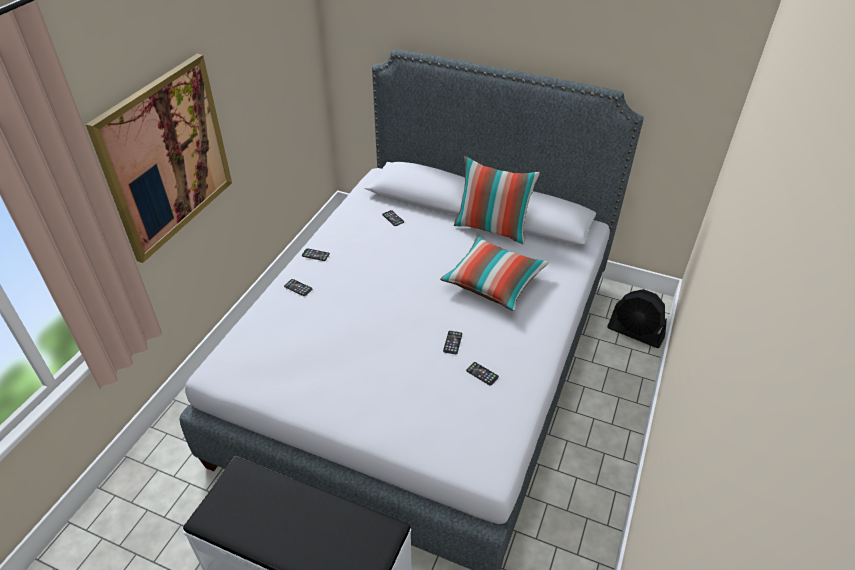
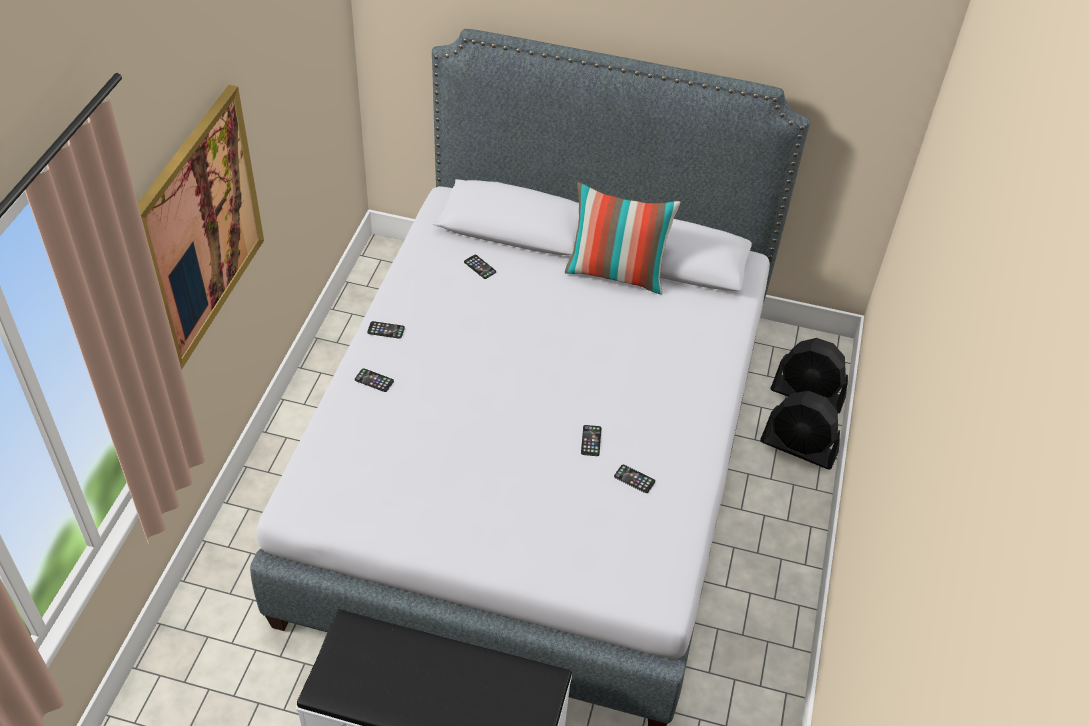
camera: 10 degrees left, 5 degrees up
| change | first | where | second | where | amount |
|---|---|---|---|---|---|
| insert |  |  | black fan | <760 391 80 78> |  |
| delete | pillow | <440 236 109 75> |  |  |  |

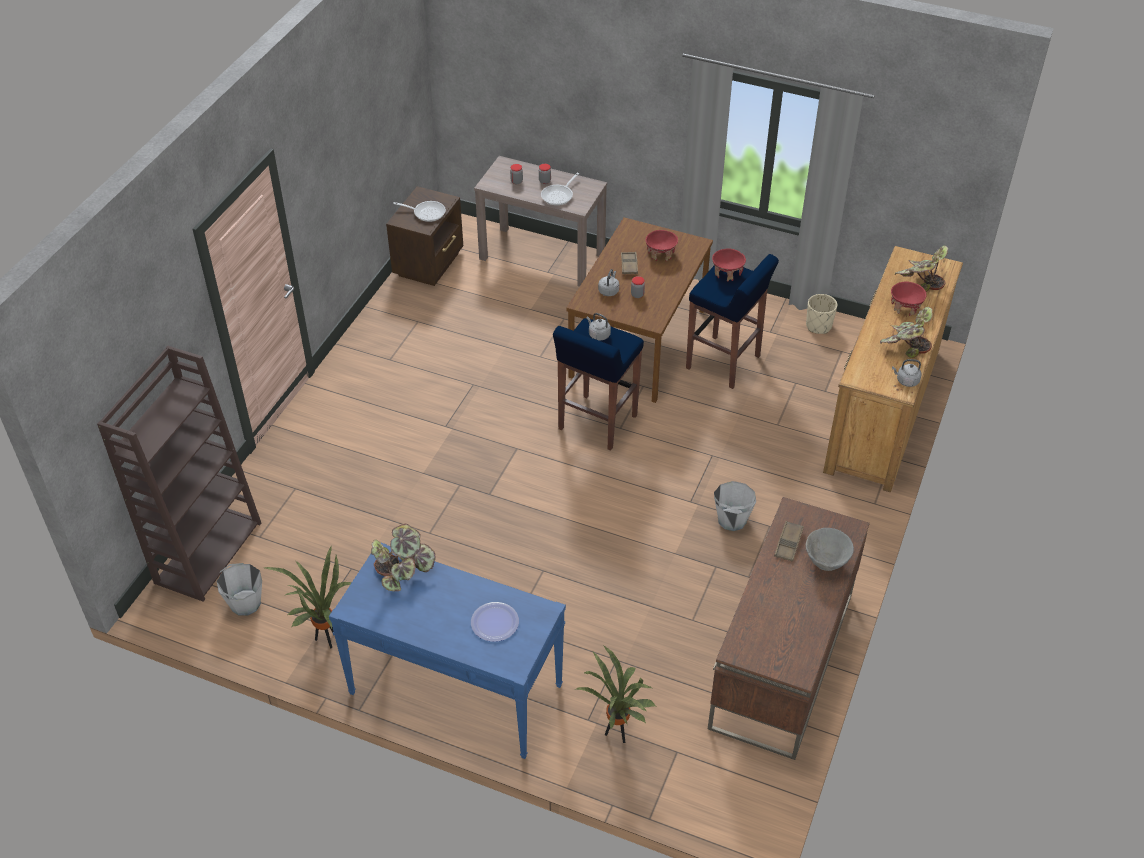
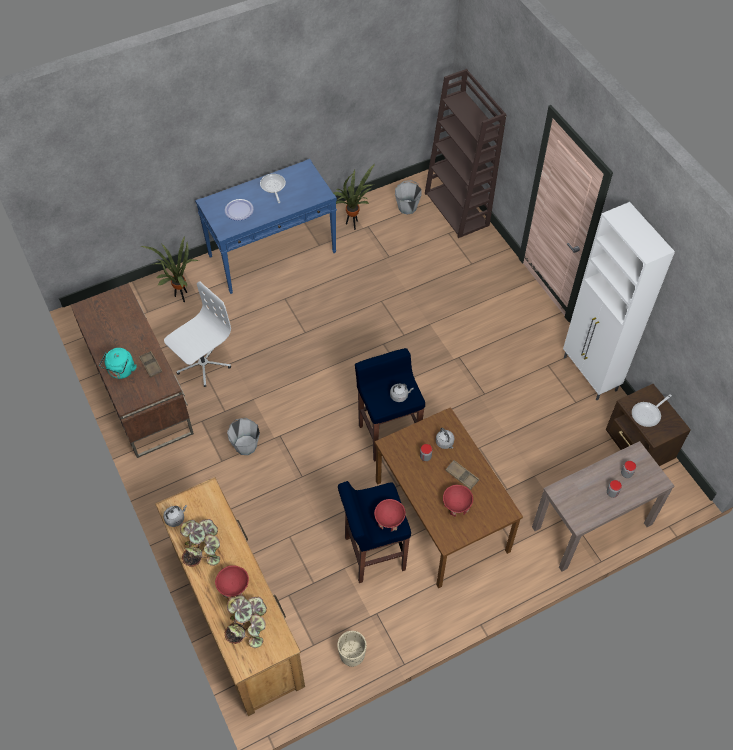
camera: 130 degrees right, 10 degrees up
| change | first | where | second | where | amount |
|---|---|---|---|---|---|
| replace | grey bowl | <806 528 48 43> | turquoise kettle | <99 348 37 31> |  |
| insert |  |  | white office chair | <164 281 67 106> |  |
| move | frying pan | <541 173 38 33> |  | <260 174 26 29> |  |
| insert |  |  | white cabinet | <563 202 112 198> |  |
| delete | potted plant | <371 524 65 67> |  |  |  |

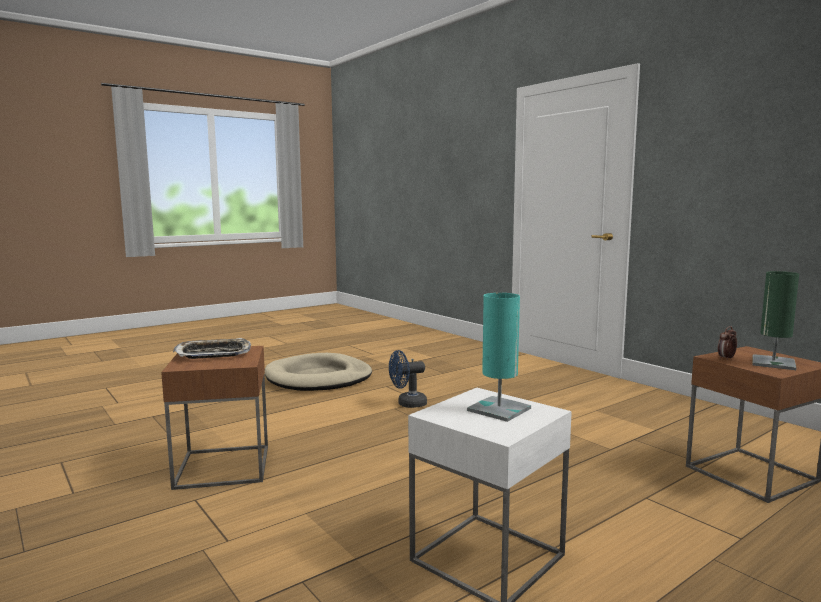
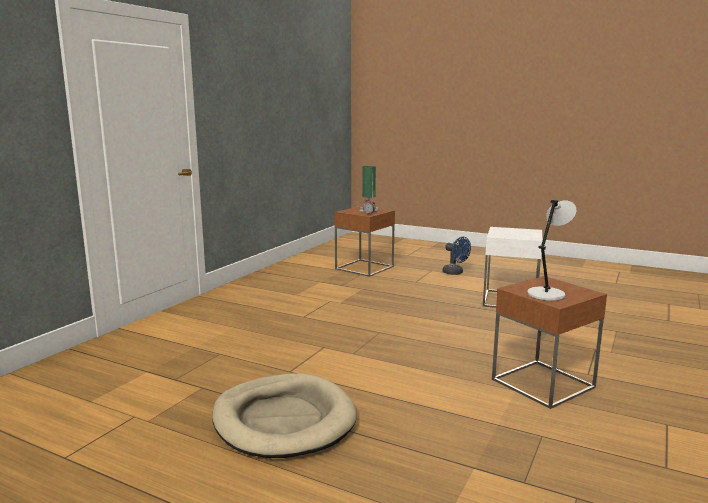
camera: 115 degrees left, 5 degrees up
| change | first | where | second | where | amount |
|---|---|---|---|---|---|
| move | blue fan | <389 350 38 58> |  | <443 237 28 38> |  |
| replace | tray | <173 338 78 21> | grey table lamp | <527 200 49 101> |  |
| delete | turquoise table lamp | <467 293 64 129> |  |  |  |

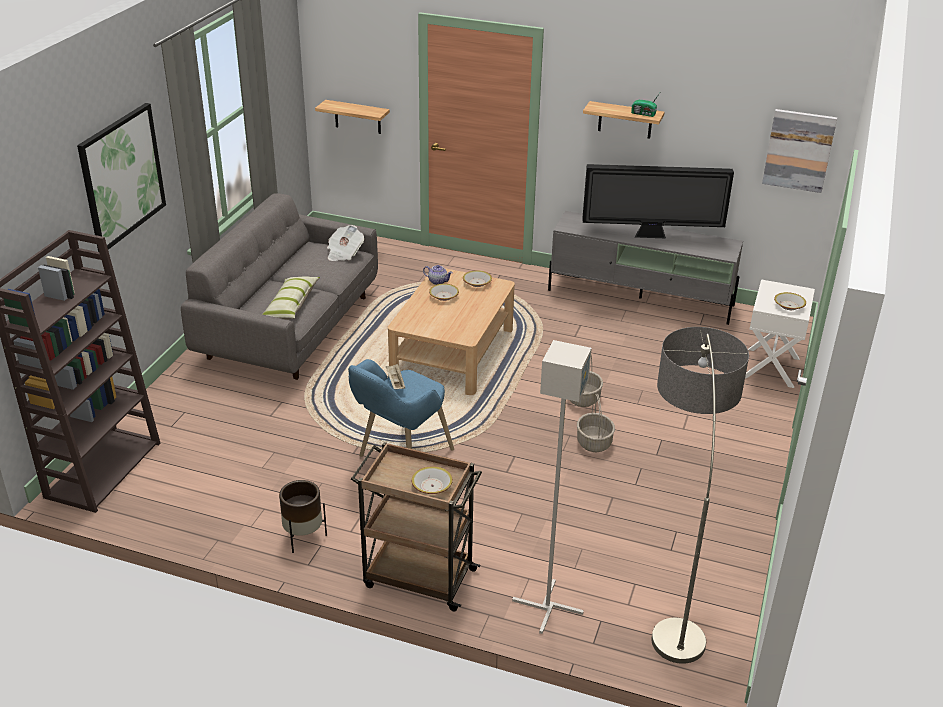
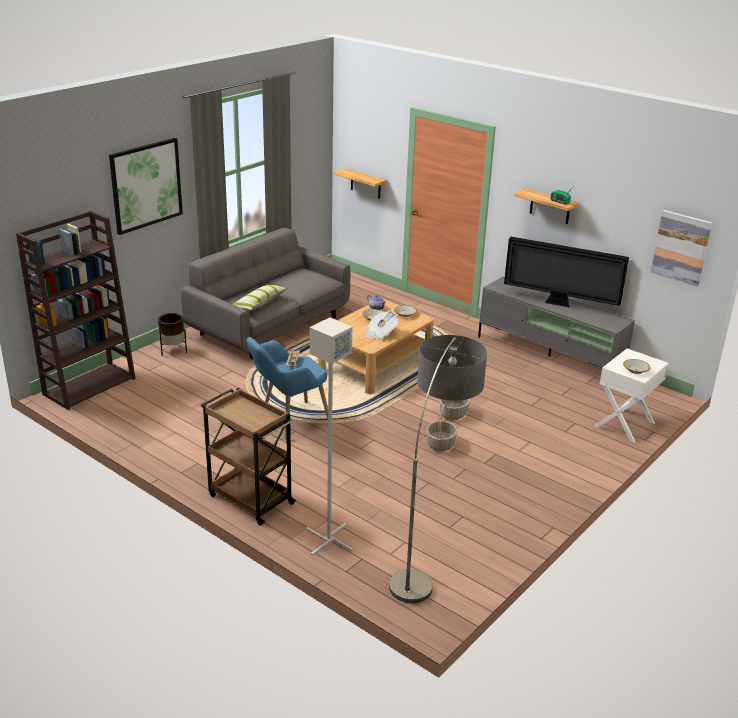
camera: 20 degrees right, 5 degrees down
| change | first | where | second | where | amount |
|---|---|---|---|---|---|
| move | brown planter | <279 480 48 73> |  | <158 313 29 43> |  |
| move | newspaper | <327 225 37 36> |  | <365 311 34 29> |  |
| delete | bowl | <411 466 42 28> |  |  |  |

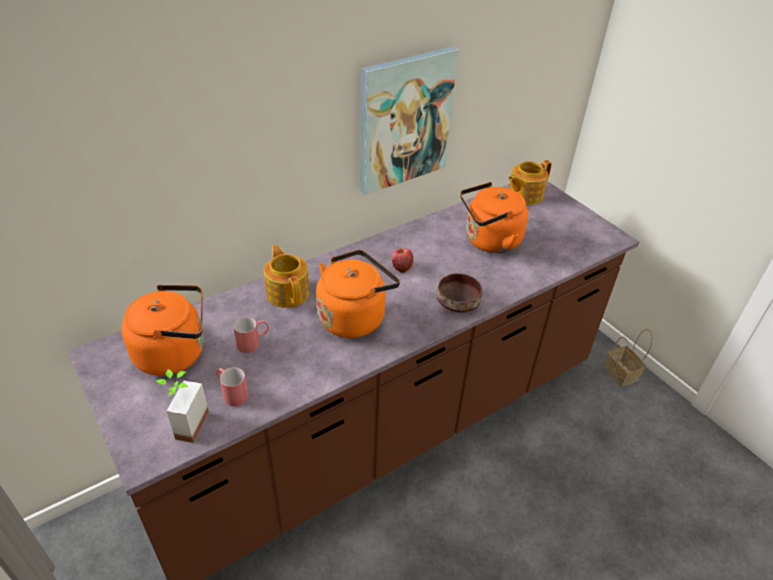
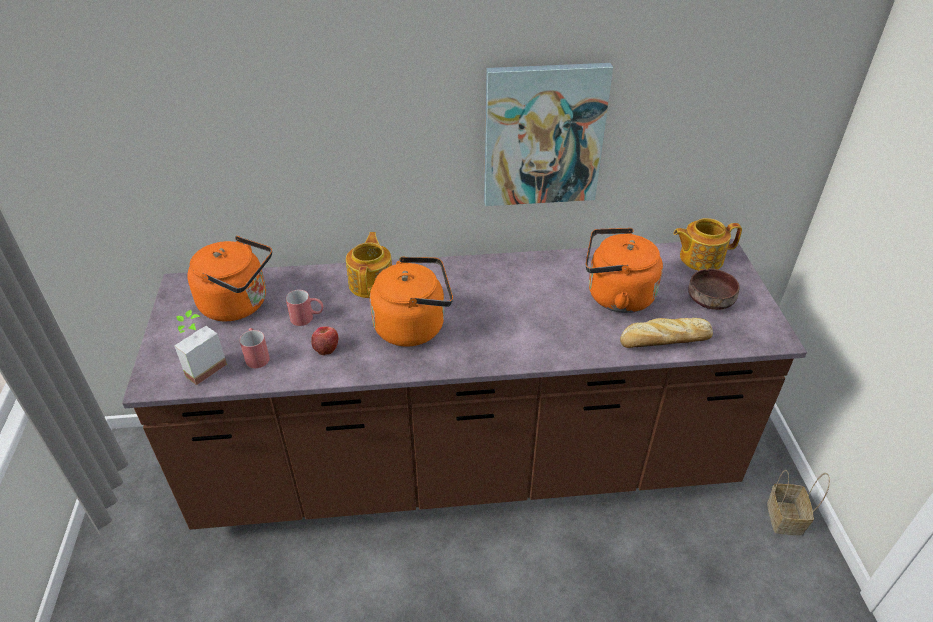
camera: 30 degrees right, 0 degrees up
| change | first | where | second | where | amount |
|---|---|---|---|---|---|
| move | apple | <392 248 21 25> |  | <311 326 27 29> |  |
| insert |  |  | bread | <620 318 93 30> |  |
| move | brown bowl | <437 273 45 40> |  | <688 269 52 41> |  |

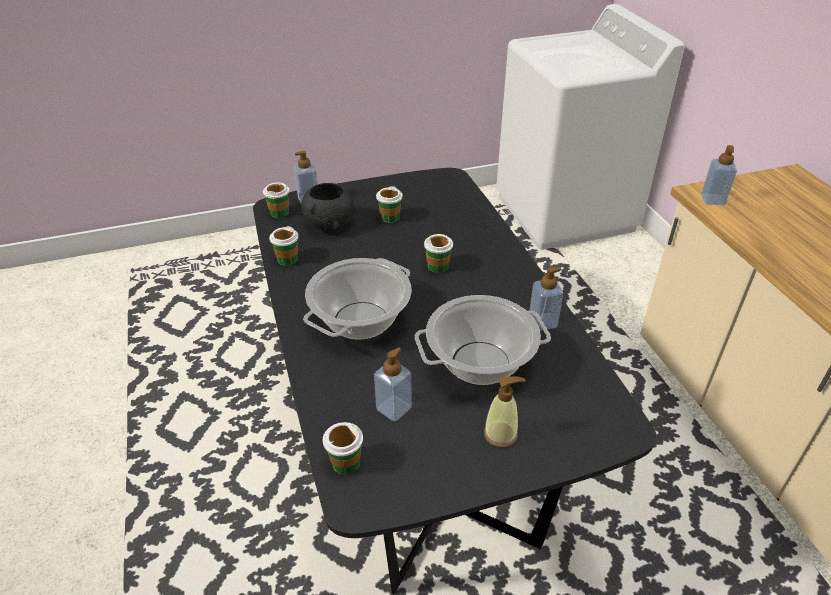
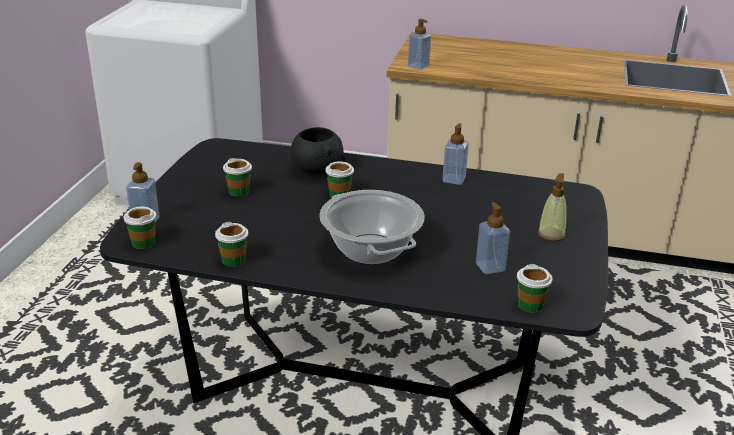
camera: 60 degrees left, 10 degrees down
| change | first | where | second | where | amount |
|---|---|---|---|---|---|
| move | black bowl | <301 183 54 47> |  | <290 127 55 47> |  |
| delete | cooking pot | <415 295 136 90> |  |  |  |

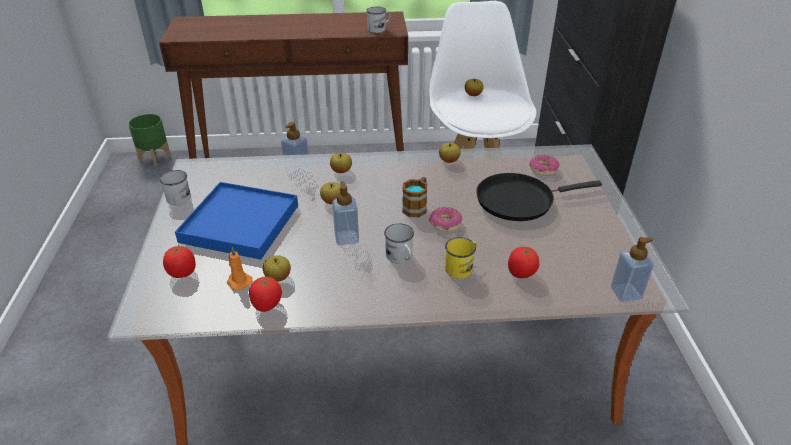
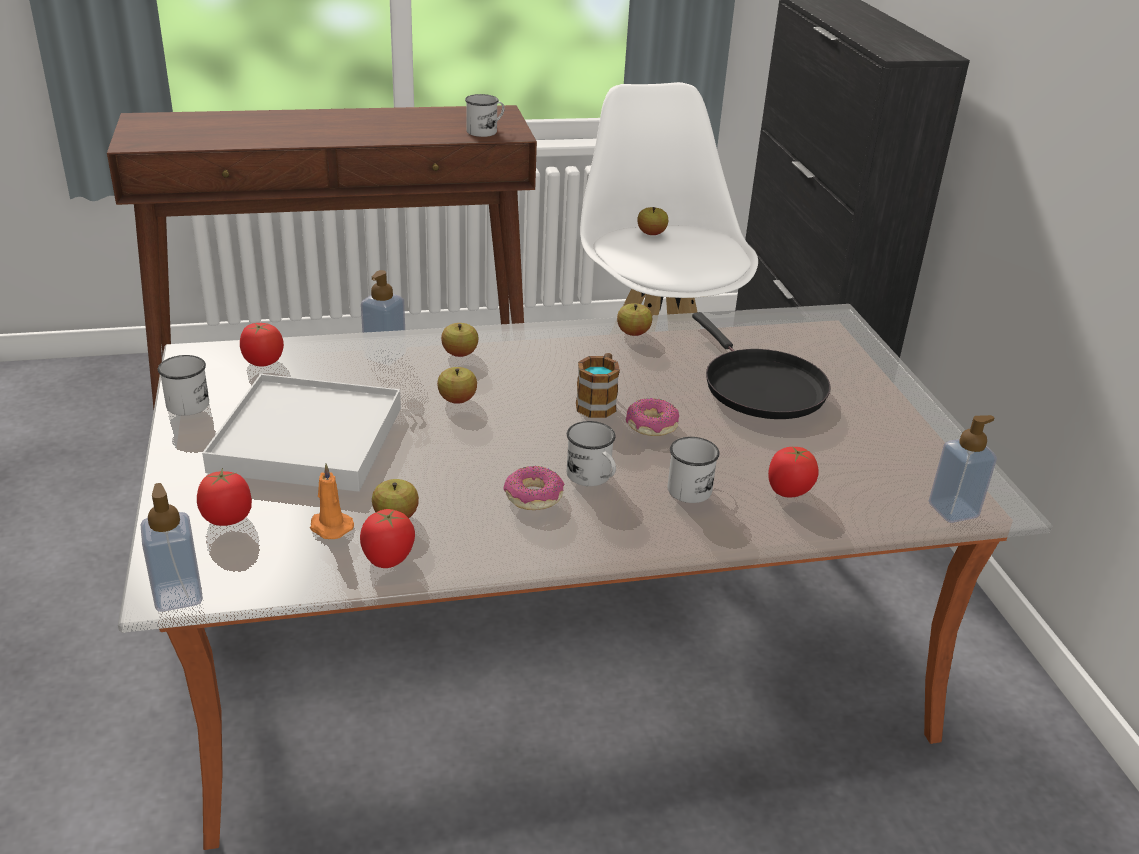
camera: 10 degrees left, 5 degrees down
| change | first | where | second | where | amount |
|---|---|---|---|---|---|
| move | soap dispenser | <332 182 27 64> |  | <141 483 62 129> |  |
| recolor | blue tray | <175 182 123 78> | white tray | <202 374 199 118> |  |
| insert |  |  | tomato | <240 323 44 44> |  |
| move | donut | <529 155 30 21> |  | <504 466 61 44> |  |
| recolor | yellow mug | <445 237 32 42> | white mug | <668 437 52 66> |  |
| rotate | black frying pan | <476 173 126 48> |  | <692 312 139 107> | 90 degrees counterclockwise |
| delete | green planter | <128 114 43 52> |  |  |  |

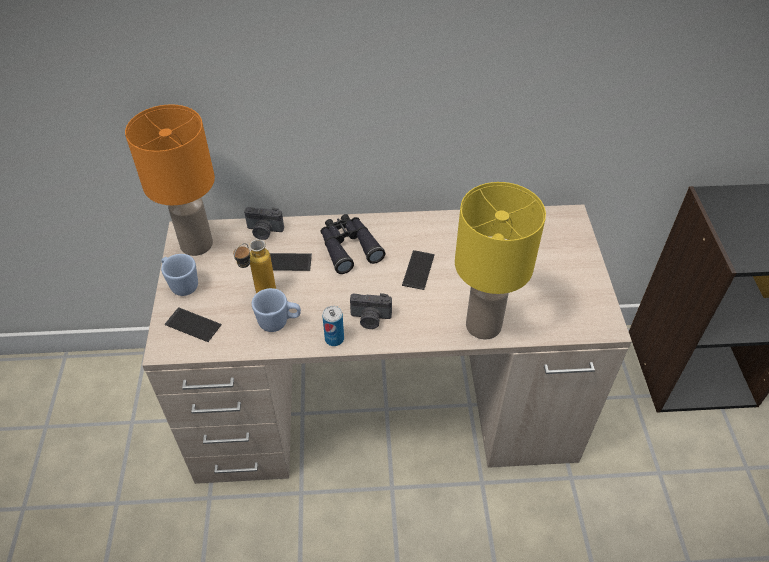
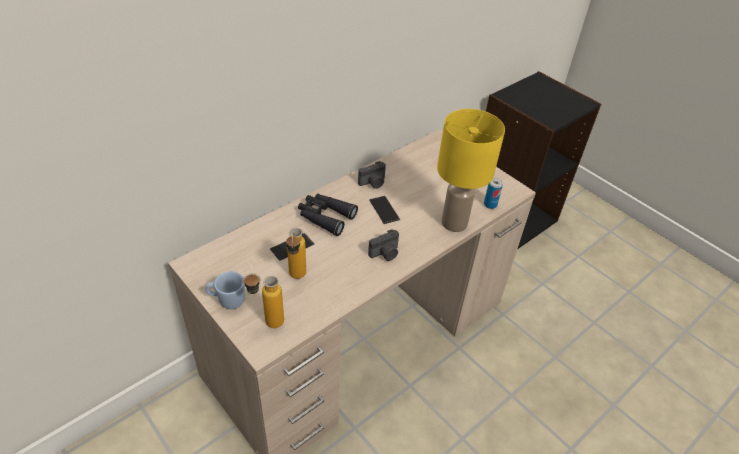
camera: 40 degrees left, 5 degrees down
| change | first | where | second | where | amount |
|---|---|---|---|---|---|
| replace | phone | <164 307 58 35> | bottle | <243 273 41 55> |  |
| move | photo camera | <244 207 40 33> |  | <358 161 28 28> |  |
| move | can | <322 306 22 40> |  | <484 178 19 31> |  |
| delete | orange table lamp | <125 104 90 152> |  |  |  |
| delete | blue mug | <252 288 49 44> |  |  |  |

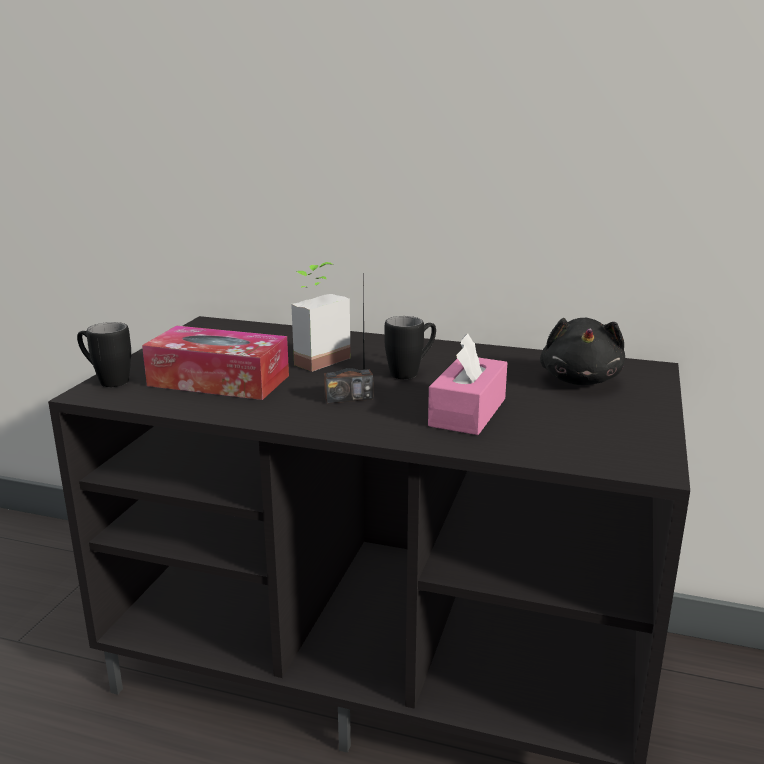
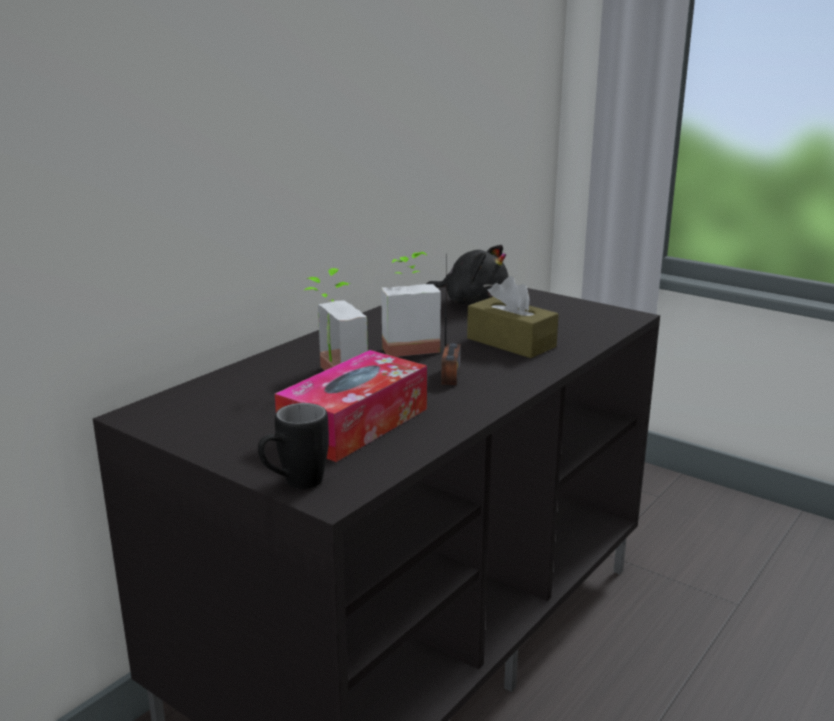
camera: 70 degrees left, 0 degrees up
| change | first | where | second | where | amount |
|---|---|---|---|---|---|
| replace | black mug | <385 316 51 63> | potted plant | <381 252 60 105> |  |
| recolor | pink tissue box | <428 333 79 102> | brown tissue box | <467 276 92 82> |  |

